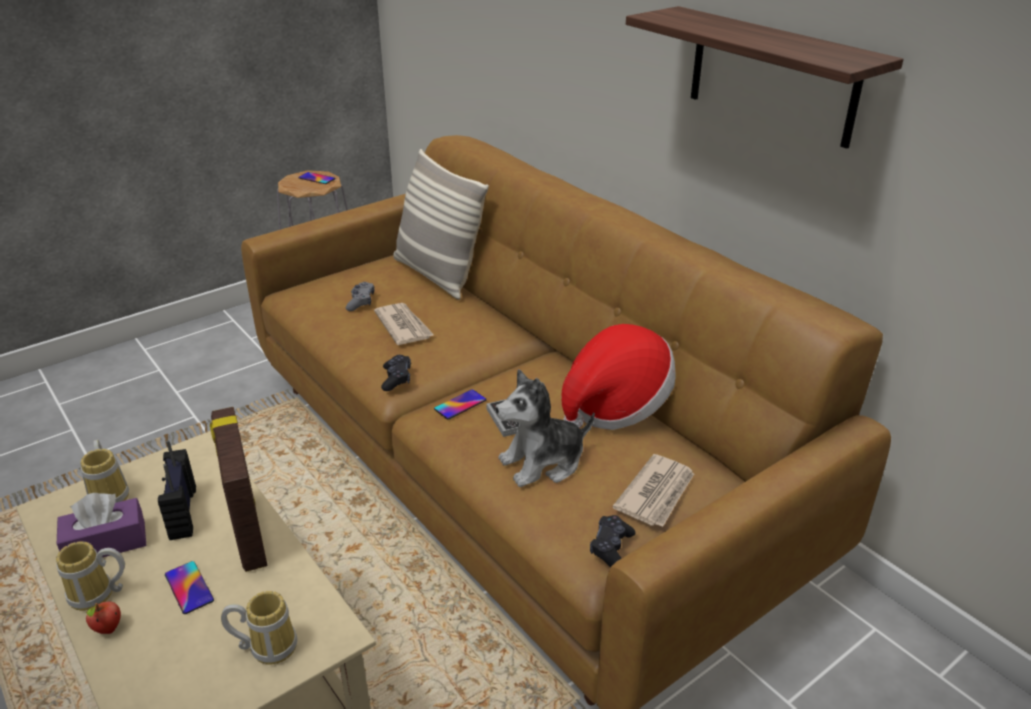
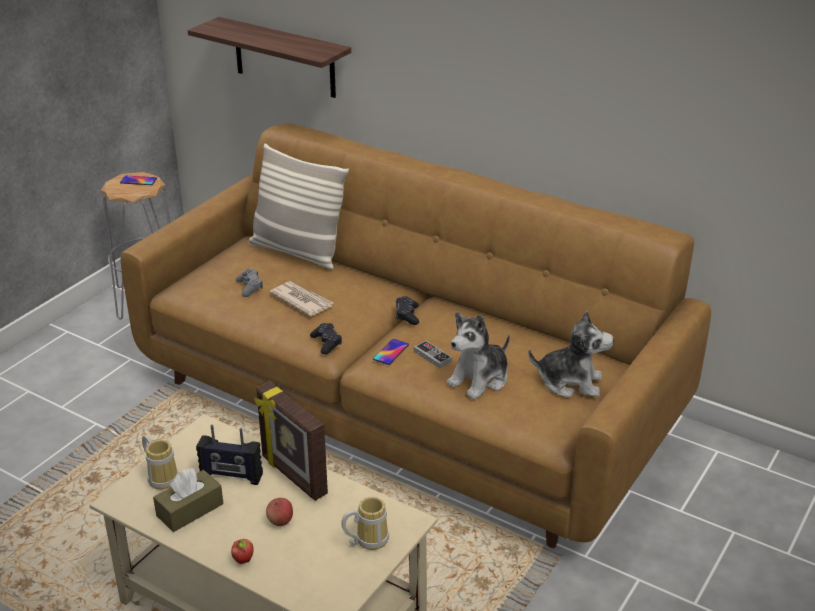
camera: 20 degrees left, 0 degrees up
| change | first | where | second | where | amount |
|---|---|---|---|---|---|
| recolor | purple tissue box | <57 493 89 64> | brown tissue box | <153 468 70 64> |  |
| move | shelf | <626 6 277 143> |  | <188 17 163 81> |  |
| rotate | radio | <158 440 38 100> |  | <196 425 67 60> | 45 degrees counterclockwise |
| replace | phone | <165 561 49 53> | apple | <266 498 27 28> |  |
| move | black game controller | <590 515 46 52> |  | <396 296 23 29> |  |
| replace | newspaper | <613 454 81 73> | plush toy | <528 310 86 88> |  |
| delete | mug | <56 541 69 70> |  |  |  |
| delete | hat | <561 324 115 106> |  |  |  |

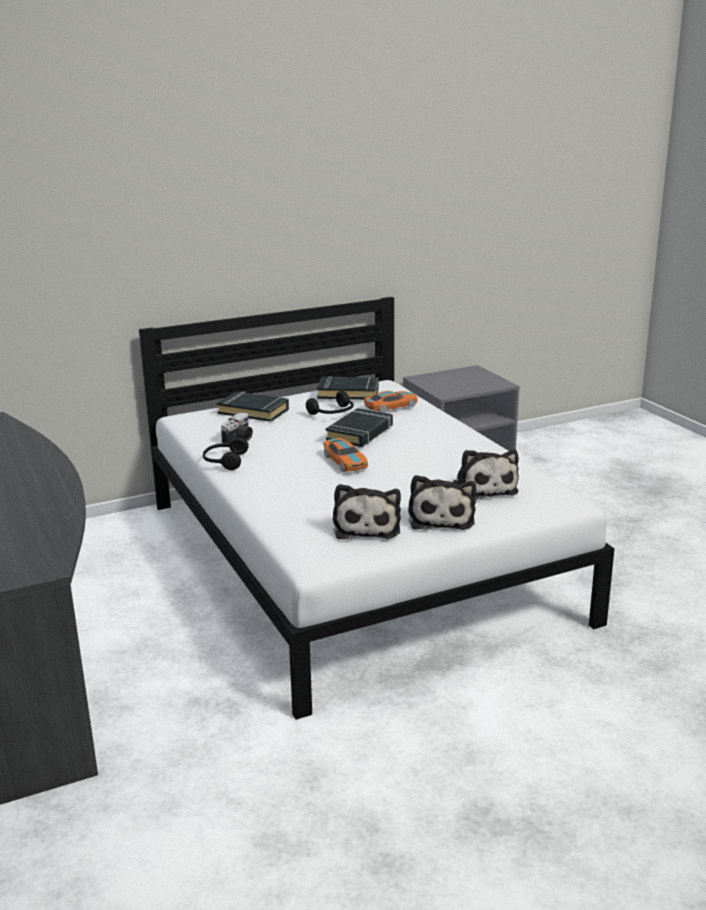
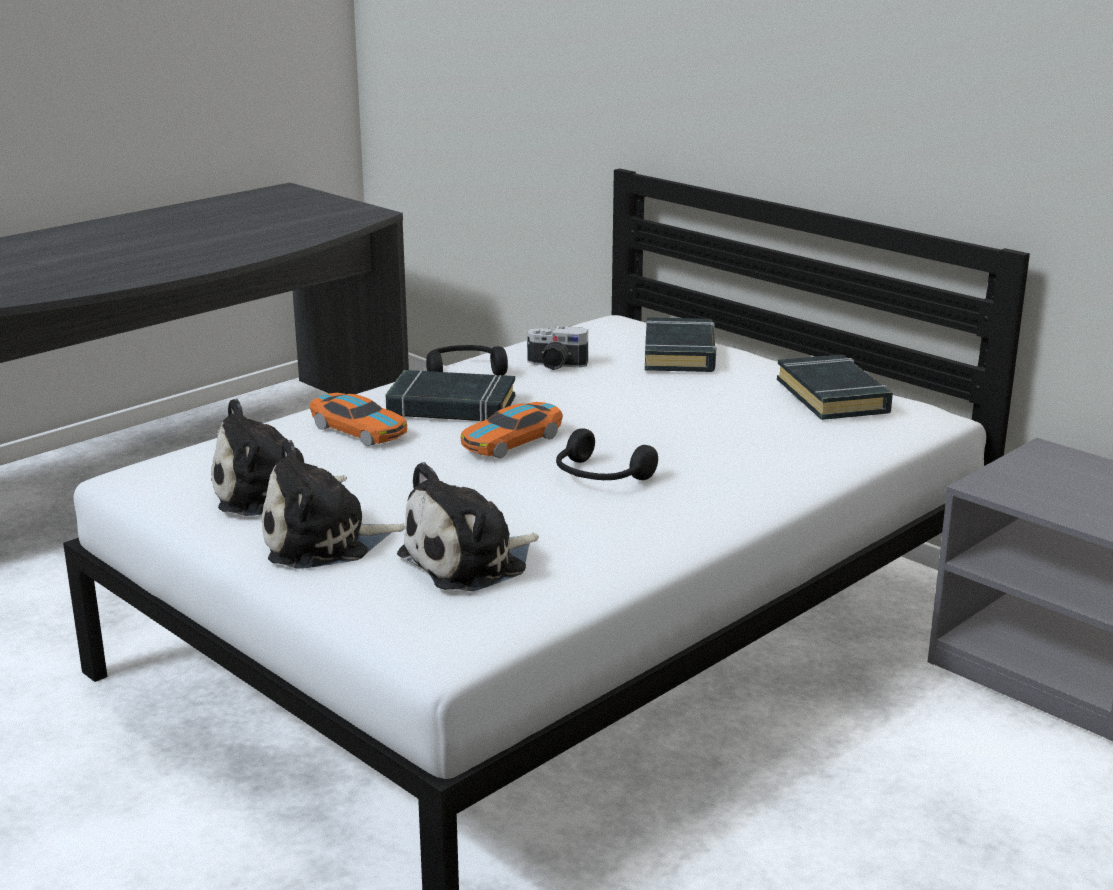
camera: 70 degrees right, 0 degrees up
| change | first | where | second | where | amount |
|---|---|---|---|---|---|
| move | toy car | <364 391 53 22> |  | <310 393 97 54> |  |
| move | black book | <326 408 67 39> |  | <386 370 129 52> |  |
| move | black headphones | <306 391 48 24> |  | <556 428 102 52> |  |

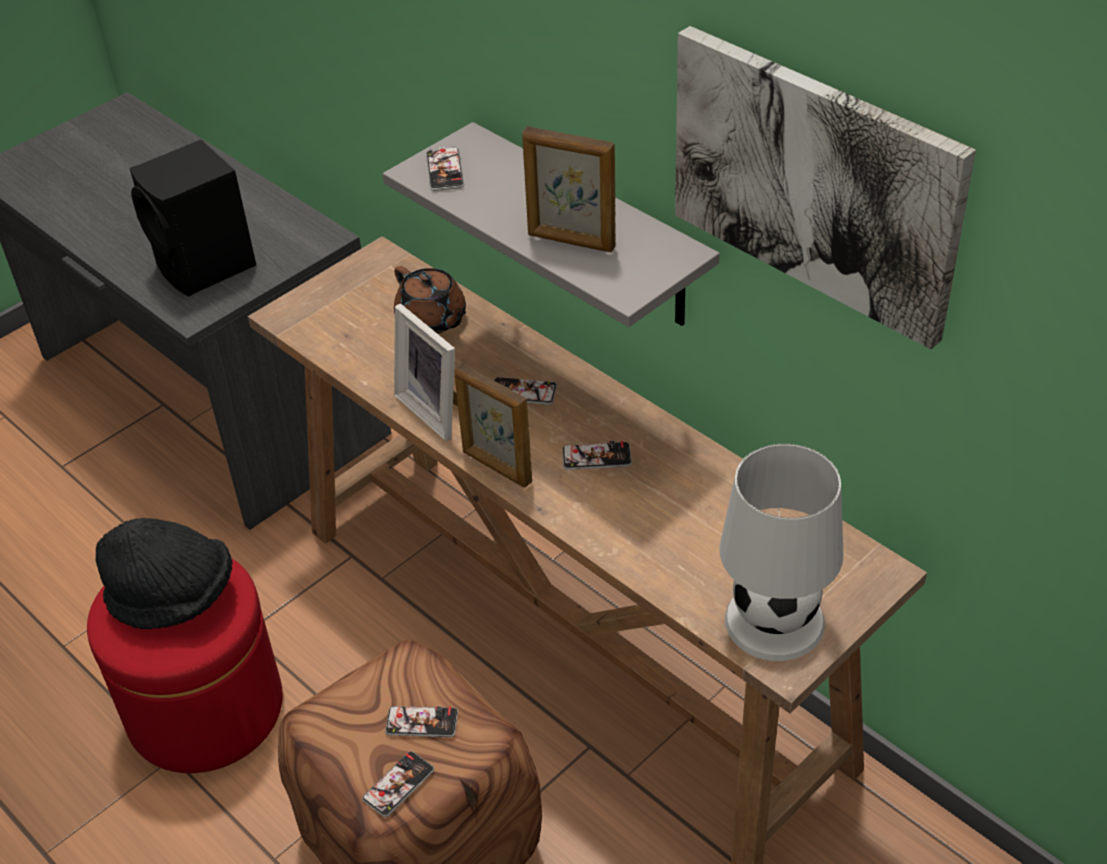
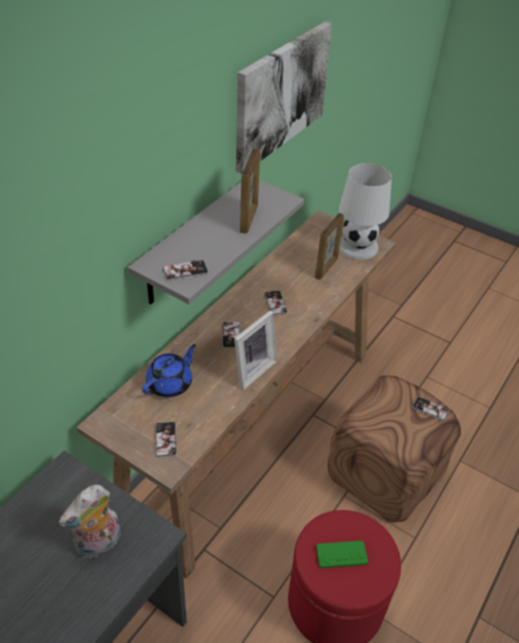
camera: 105 degrees left, 0 degrees up
| change | first | where | second | where | amount |
|---|---|---|---|---|---|
| replace | black speaker | <129 140 127 157> | plush toy | <59 485 62 73> |  |
| recolor | brown teapot | <394 266 72 68> | blue teapot | <142 344 54 53> |  |
| move | phone | <385 706 73 31> |  | <155 422 22 36> |  |
| move | picture frame | <454 363 78 124> |  | <315 213 29 67> |  |
| replace | black hat | <96 518 137 111> | green game controller | <316 541 52 27> |  |

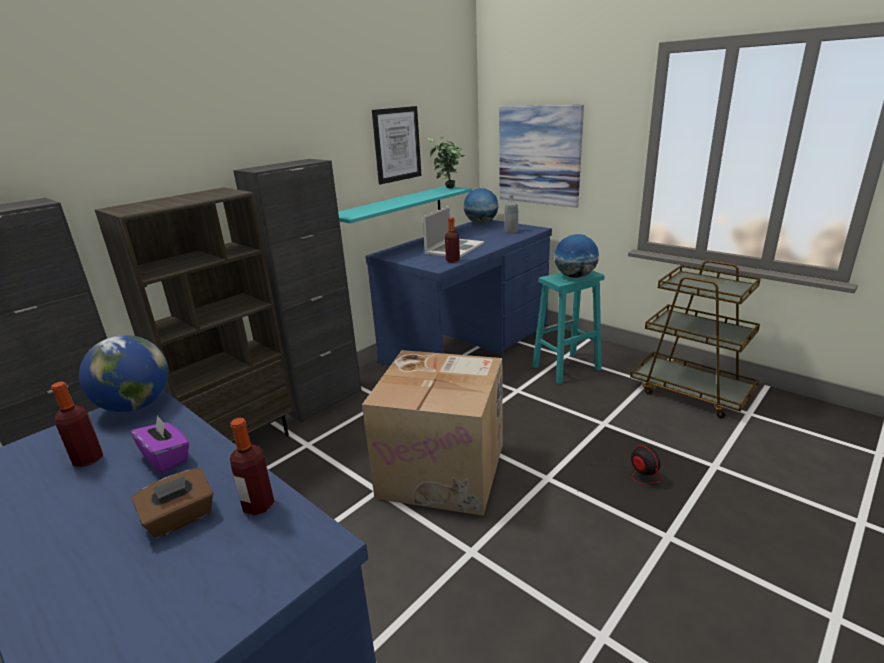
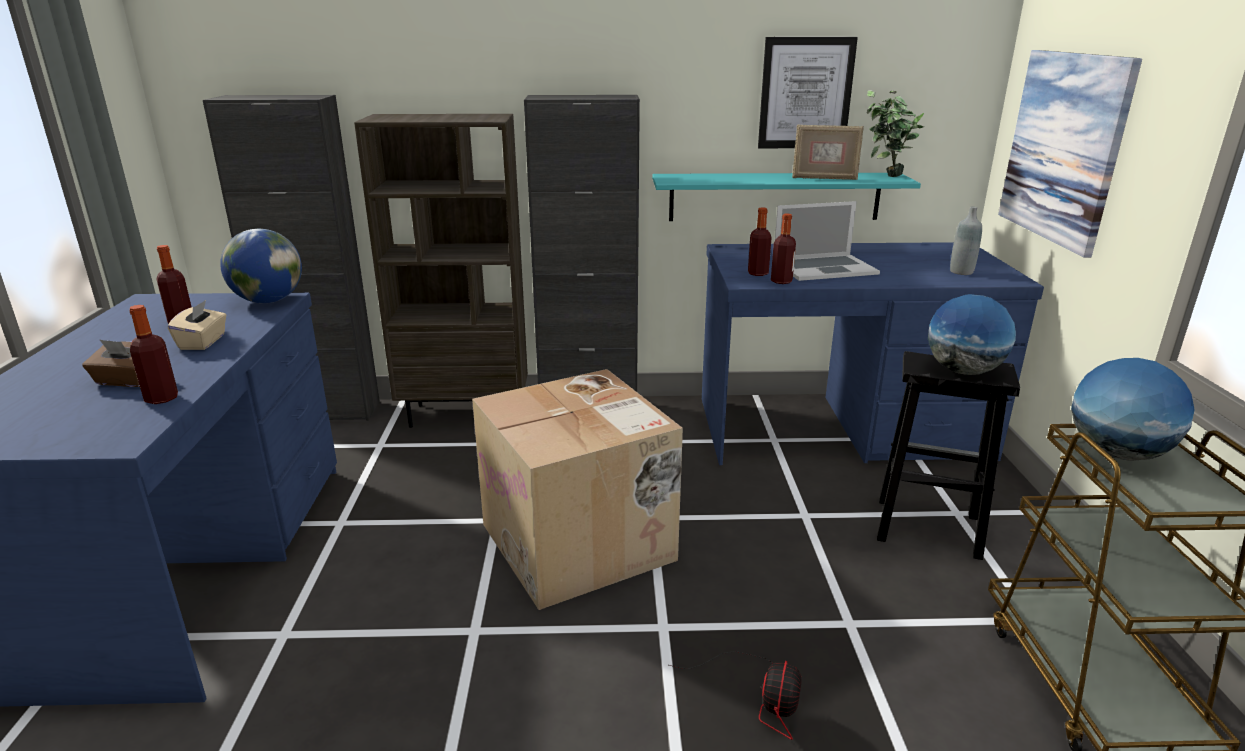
camera: 45 degrees right, 0 degrees up
| change | first | where | second | where | amount |
|---|---|---|---|---|---|
| recolor | purple tissue box | <131 415 58 58> | beige tissue box | <168 300 58 50> |  |
| insert |  |  | bottle | <748 207 24 69> |  |
| insert |  |  | picture frame | <792 125 72 55> |  |
| recolor | turquoise stool | <532 271 72 113> | black stool | <877 351 143 209> |  |
| move | globe | <464 188 34 36> |  | <1071 358 124 103> |  |

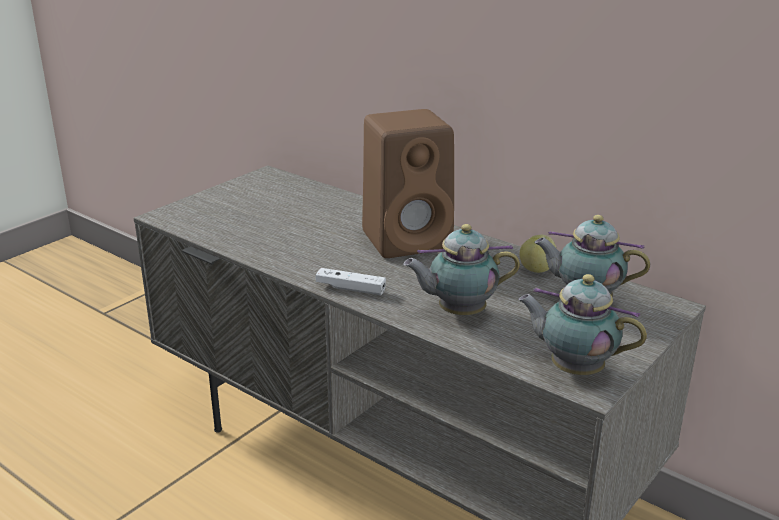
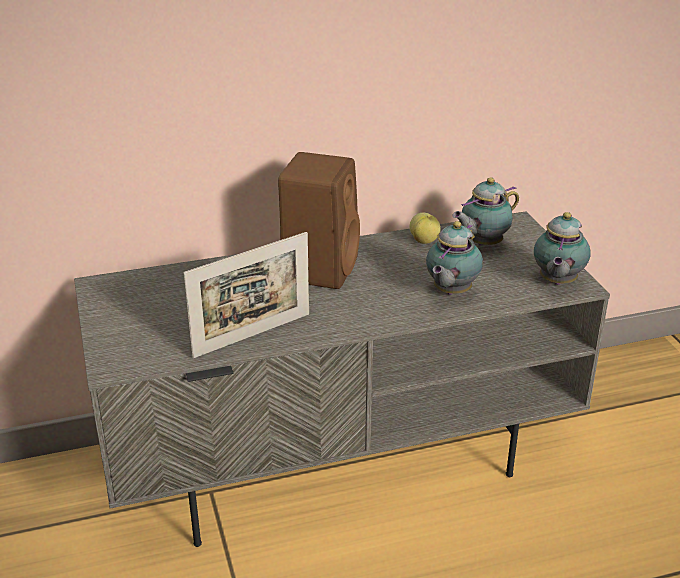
camera: 55 degrees left, 5 degrees up
| change | first | where | second | where | amount |
|---|---|---|---|---|---|
| insert |  |  | picture frame | <183 232 126 126> |  |
| rotate | teapot | <518 274 129 101> |  | <534 212 56 73> | 45 degrees counterclockwise |
| delete | white game controller | <316 268 70 27> |  |  |  |

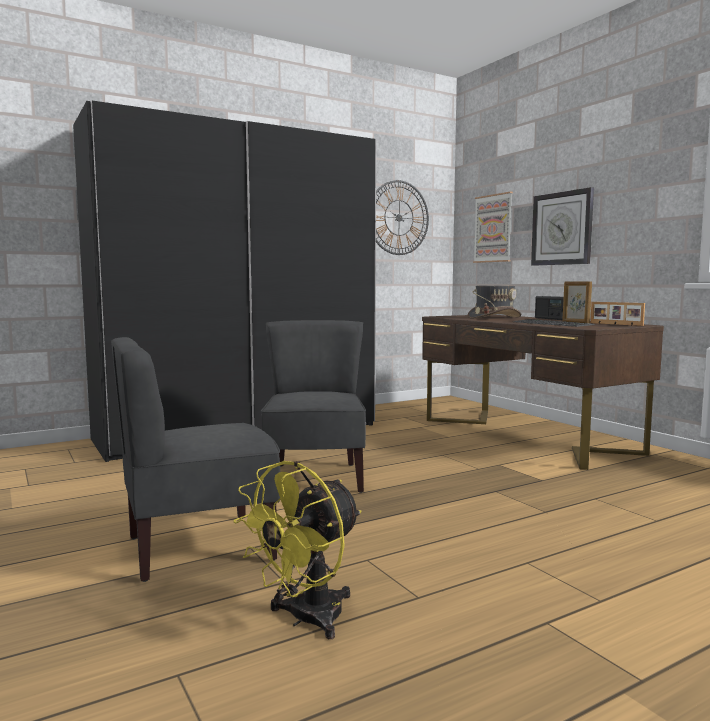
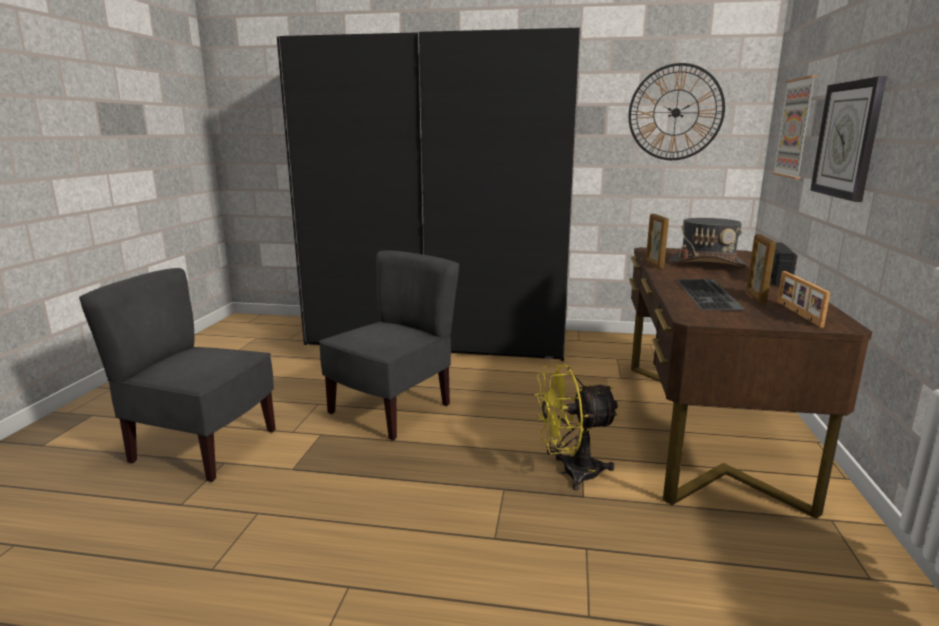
camera: 40 degrees right, 10 degrees up
| change | first | where | second | where | amount |
|---|---|---|---|---|---|
| move | yellow fan | <233 461 128 178> |  | <535 364 85 127> |  |
| insert |  |  | picture frame | <646 214 23 55> |  |

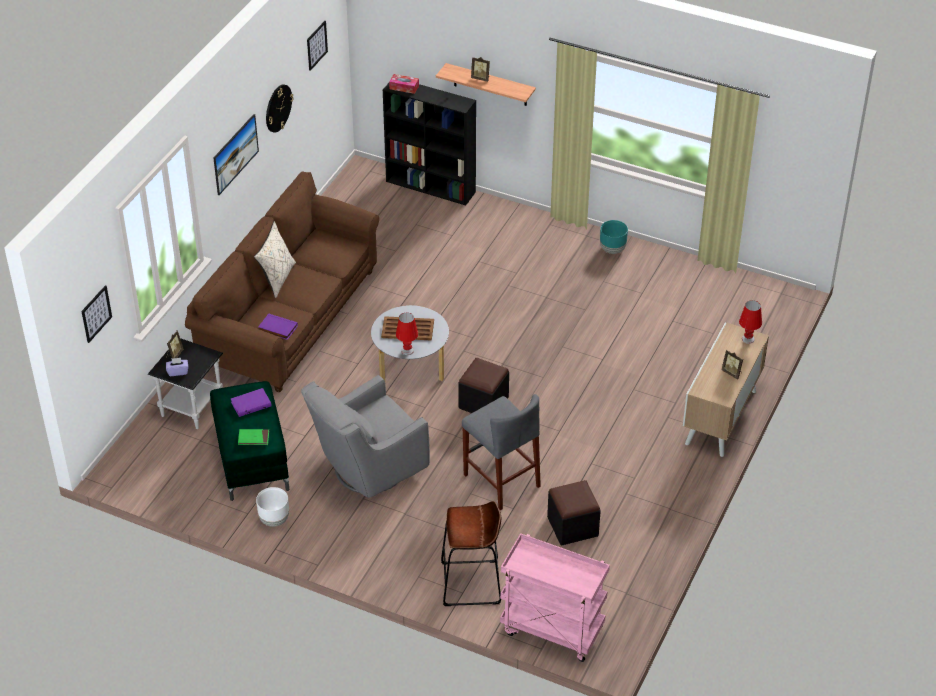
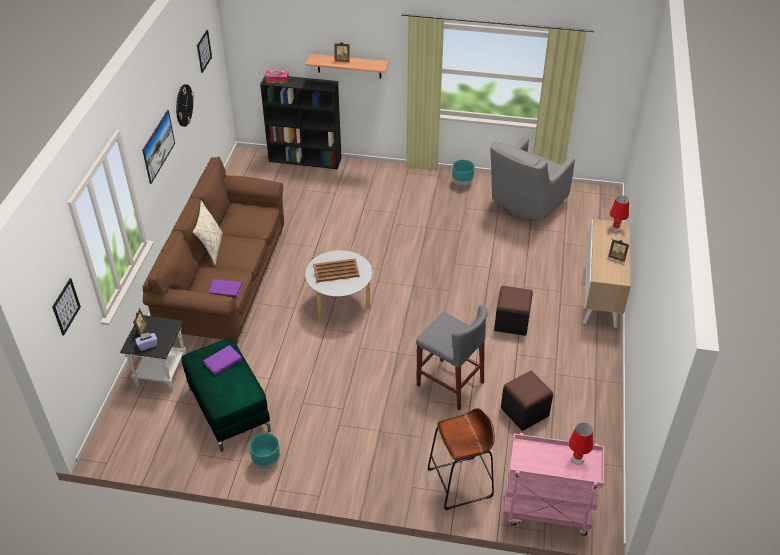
camera: 15 degrees left, 0 degrees up
| change | first | where | second | where | amount |
|---|---|---|---|---|---|
| recolor | white planter | <256 487 33 40> | turquoise planter | <249 433 31 36> |  |
| move | grey armchair | <301 375 129 123> |  | <490 137 85 84> |  |
| move | black ottoman | <458 358 51 55> |  | <494 286 39 50> |  |
| move | red table lamp | <396 312 22 43> |  | <568 423 25 42> |  |
| delete | green book | <238 429 31 16> |  |  |  |

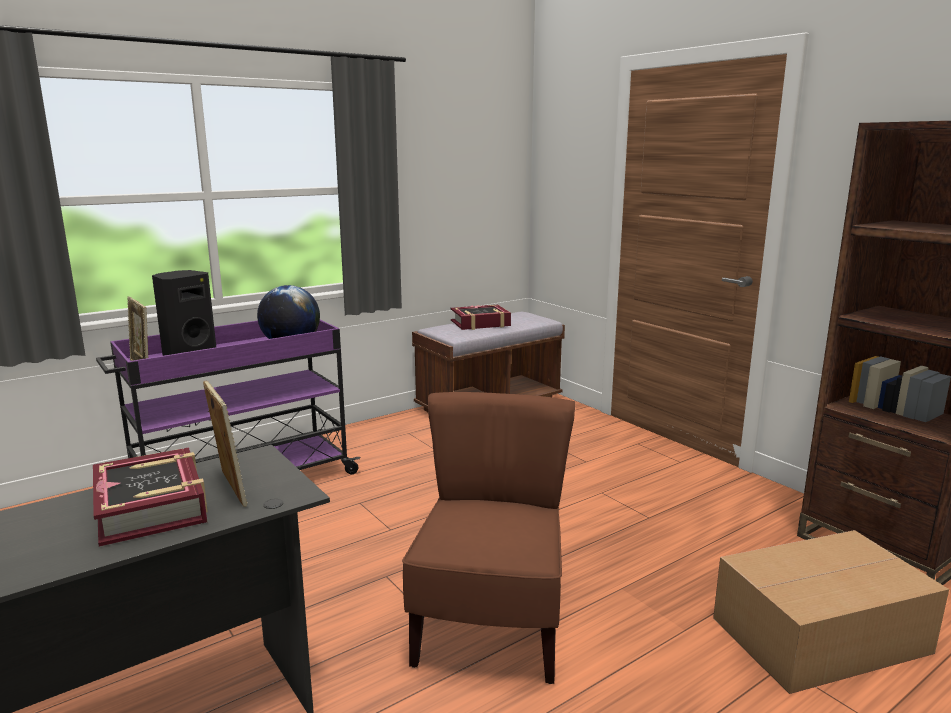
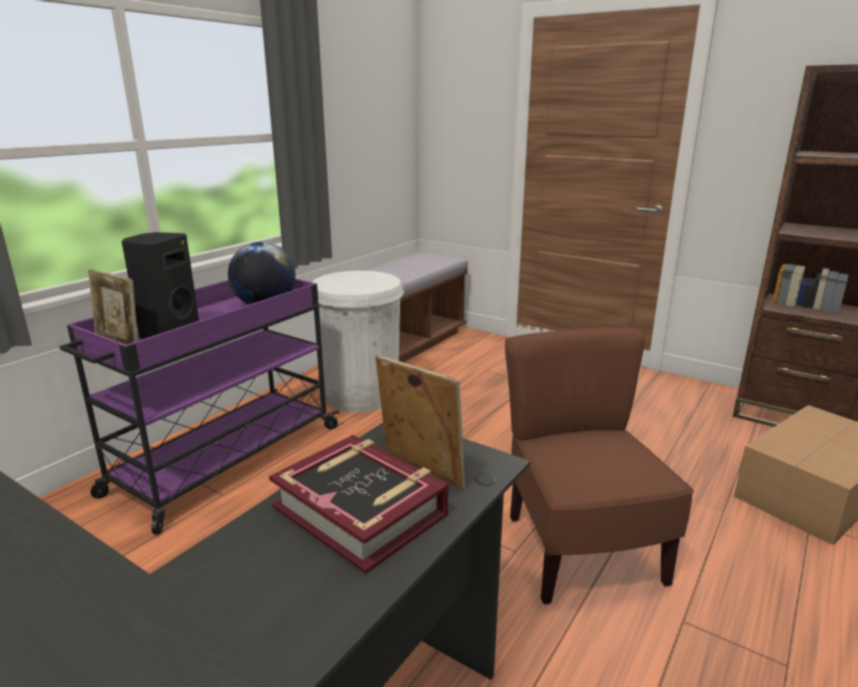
camera: 20 degrees left, 5 degrees up
| change | first | where | second | where | amount |
|---|---|---|---|---|---|
| insert |  |  | white trash can | <313 271 91 142> |  |
| delete | book | <451 305 60 25> |  |  |  |

